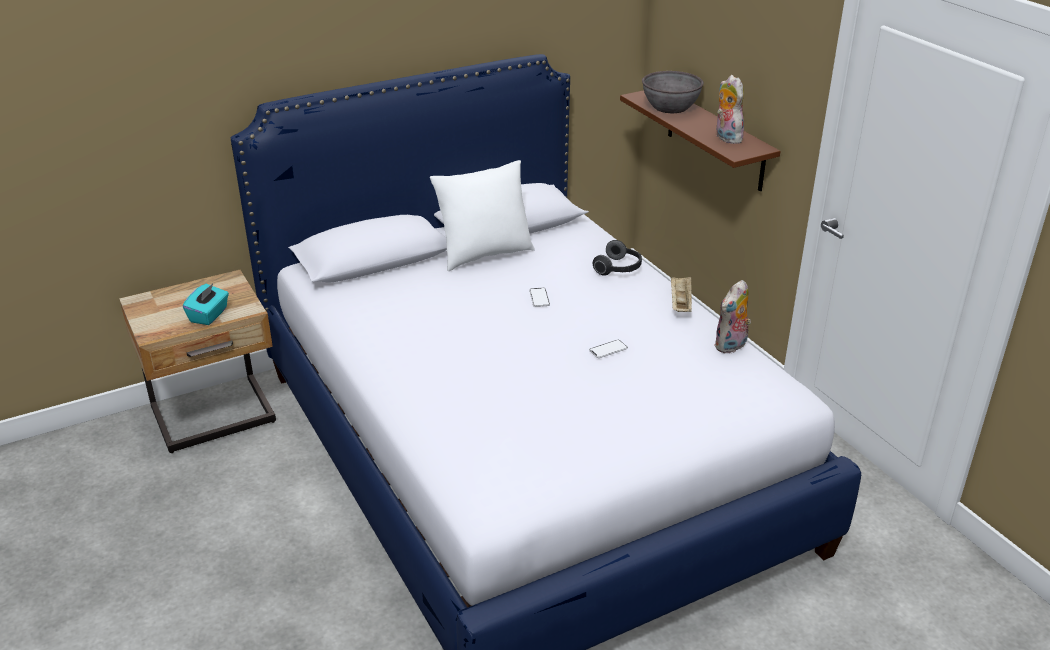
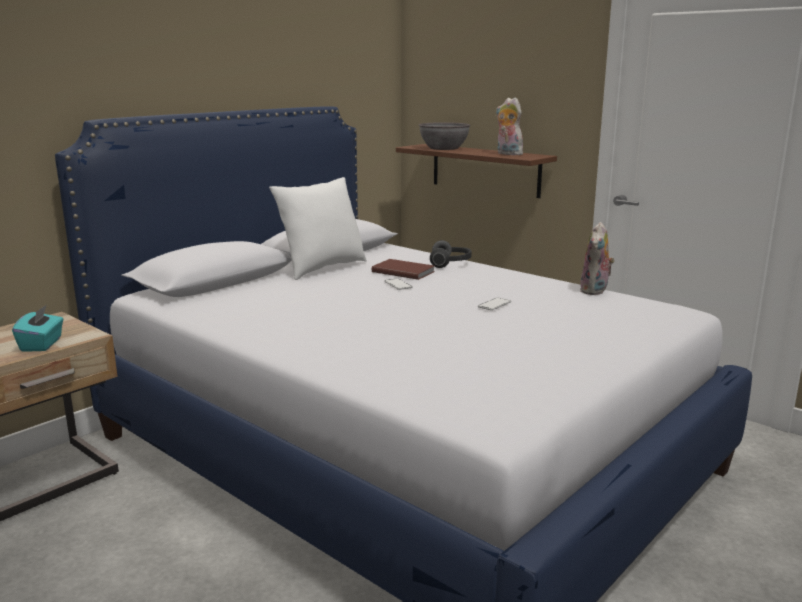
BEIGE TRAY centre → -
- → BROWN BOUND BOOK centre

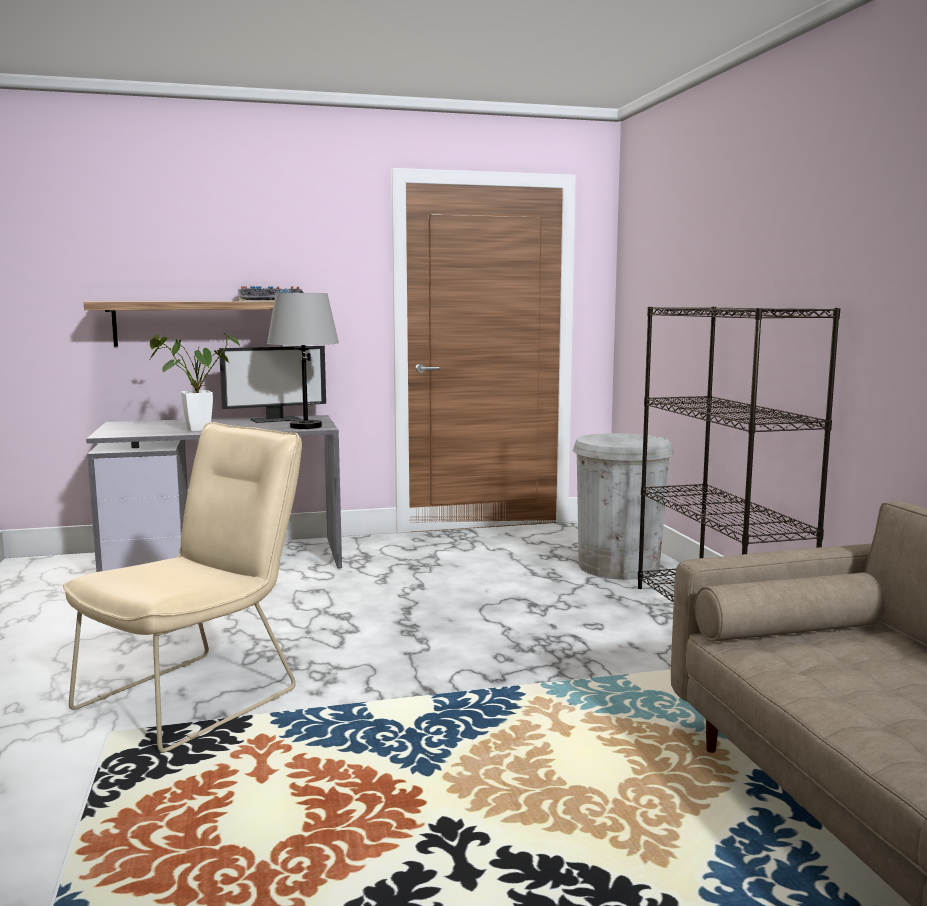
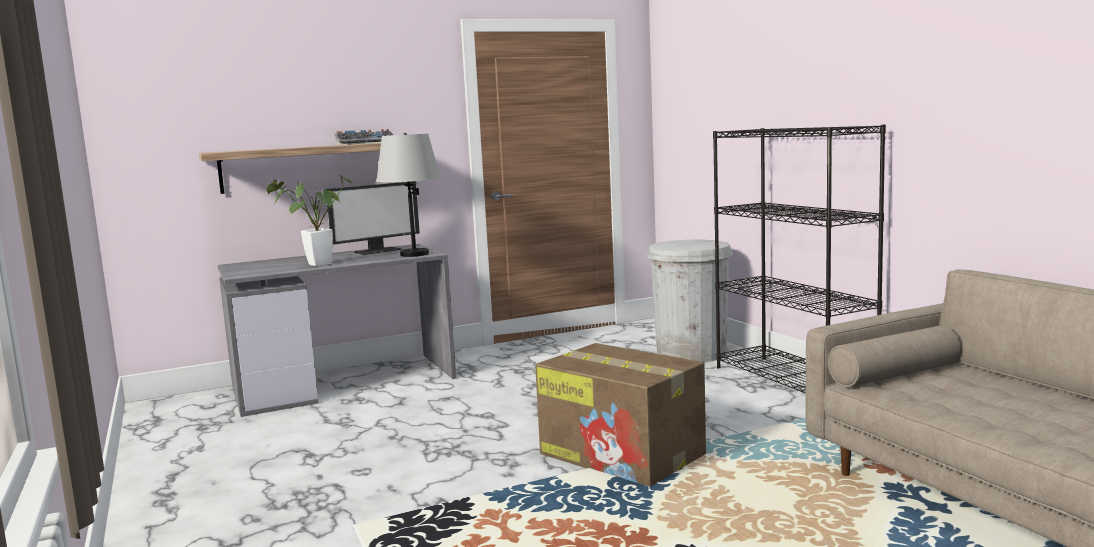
BEIGE PLAIN CHAIR middle left → -
- → PACKING BOX bottom centre

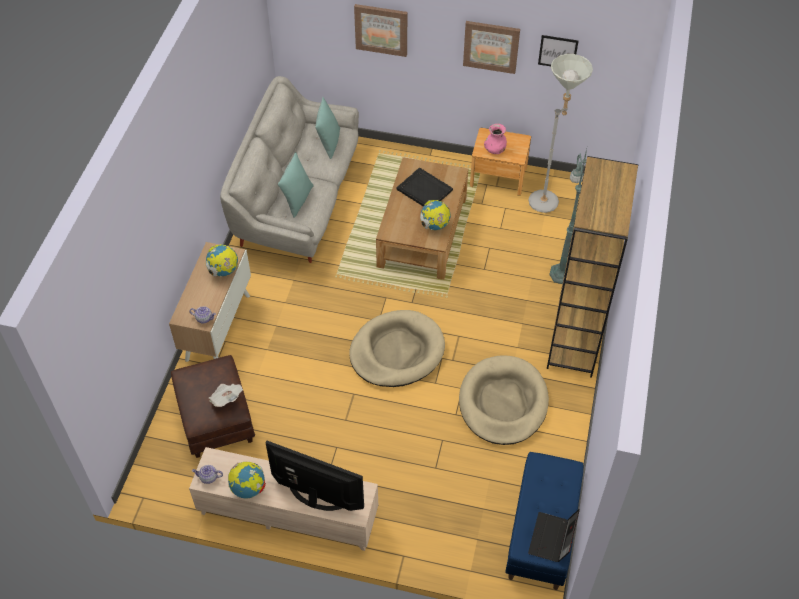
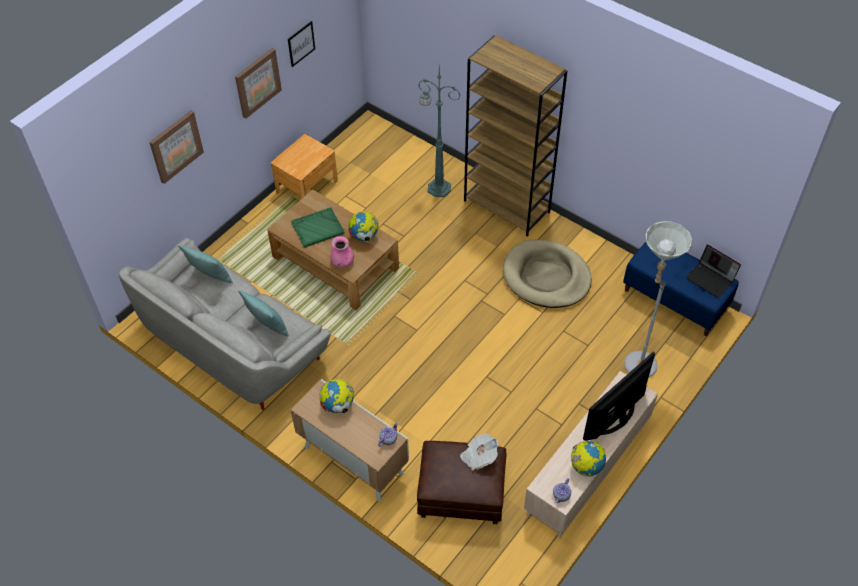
BEIGE PET BED (1st from left) centre → -
PINK-COLOURED FLOWER VASE top centre → PINK-COLOURED FLOWER VASE centre, move
GREY STANDING LAMP top right → GREY STANDING LAMP middle right, move
BLACKISH TRAY top centre → GREEN TRAY centre

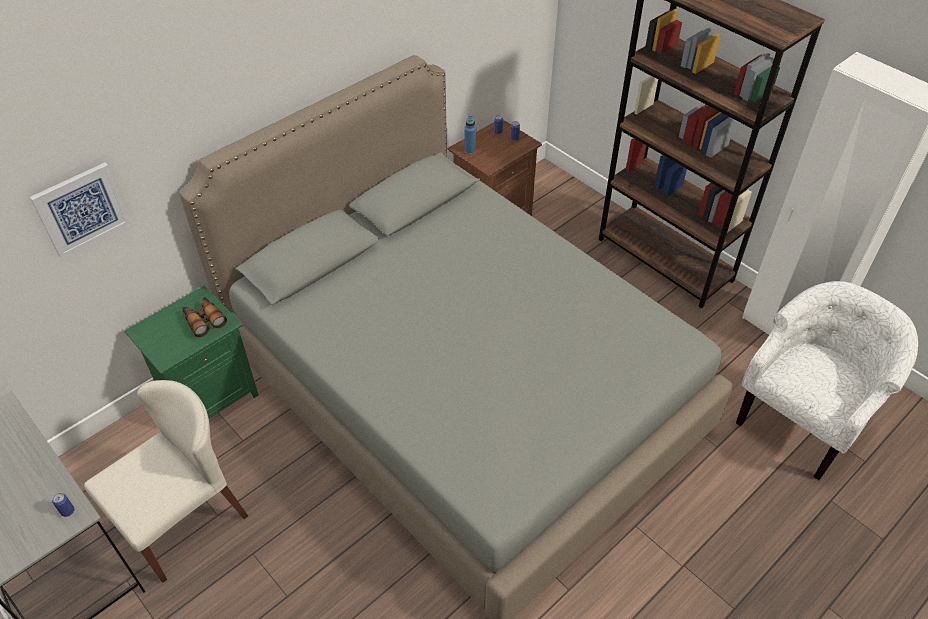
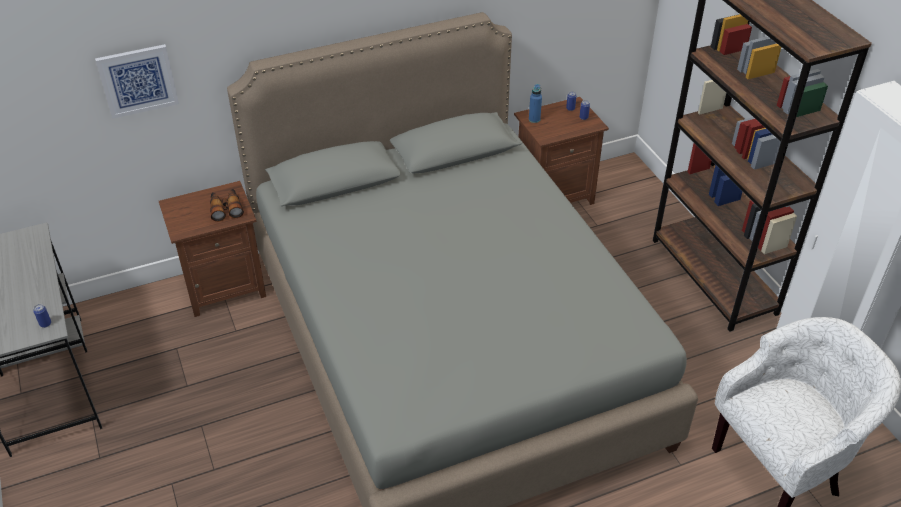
BEIGE PLAIN CHAIR bottom left → -
GREEN BEDSIDE TABLE middle left → BROWN BEDSIDE TABLE (1st from left) middle left

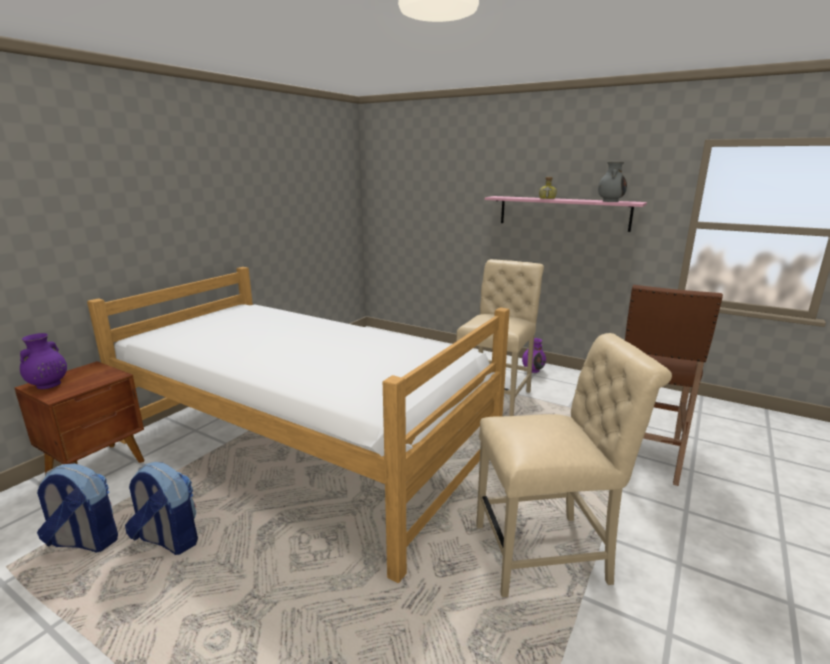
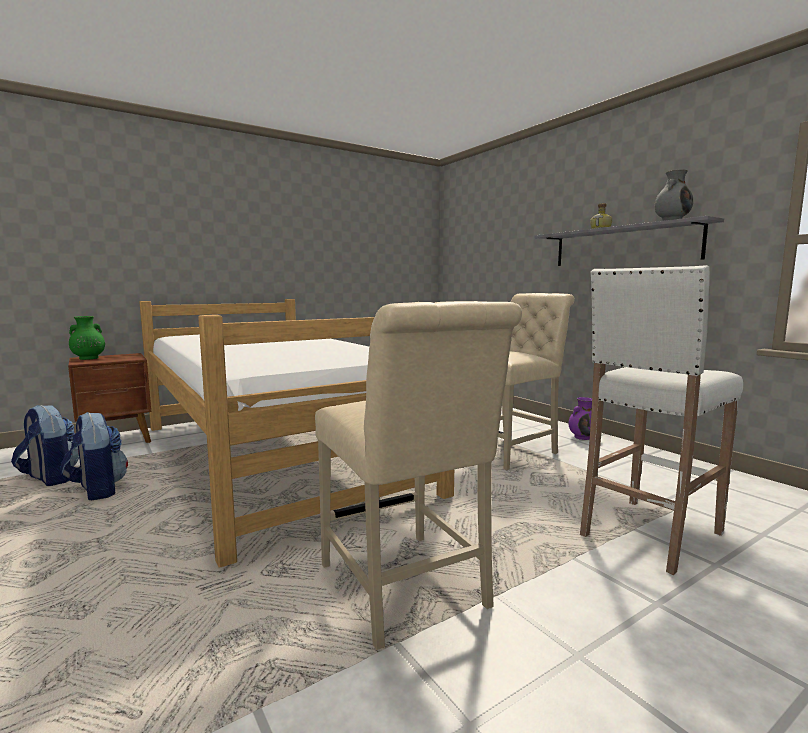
PURPLE FLOWER VASE (1st from left) middle left → GREEN FLOWER VASE middle left
PINK-COLOURED BRACKET SHELF top right → GREY BRACKET SHELF top right
BROWN STOOL middle right → WHITE STOOL middle right
BEIGE PLAIN CHAIR (2nd from left in the first image) bottom right → BEIGE PLAIN CHAIR (1st from left) centre, 45 degrees clockwise

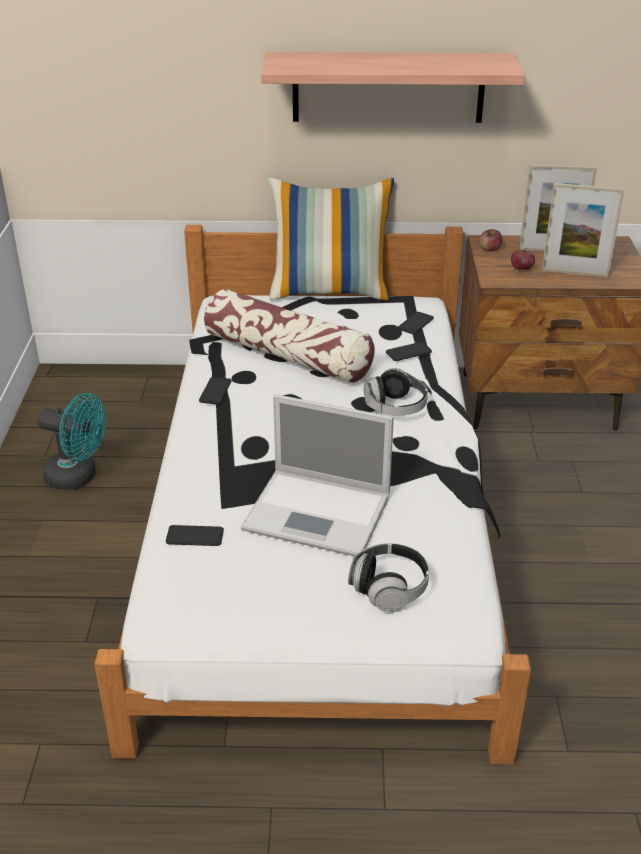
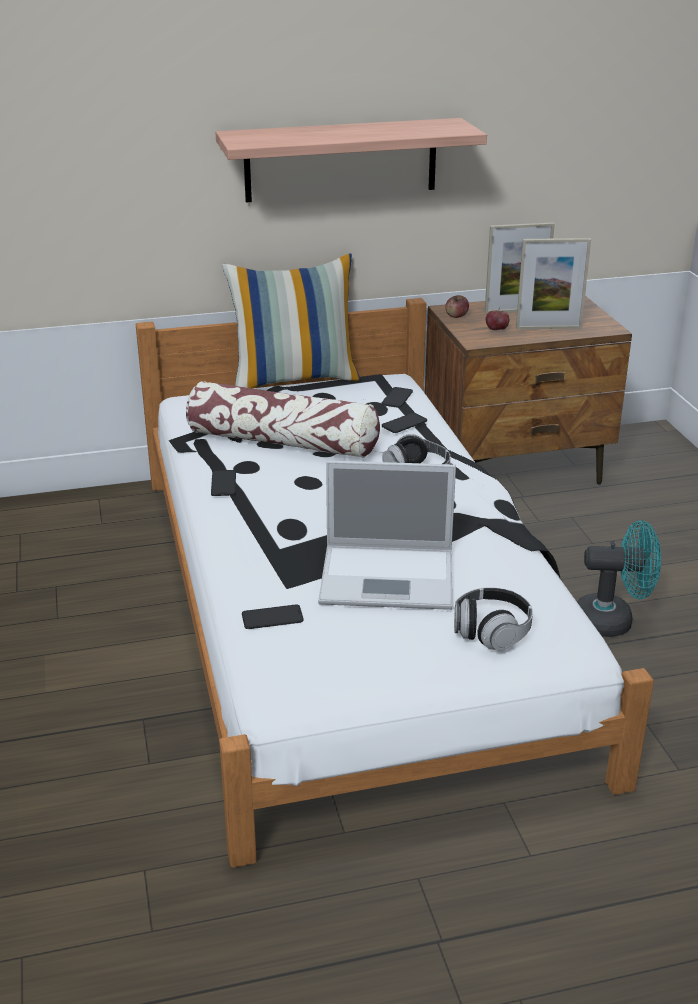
BLUE-GREEN COOLING FAN middle left → BLUE-GREEN COOLING FAN middle right, move

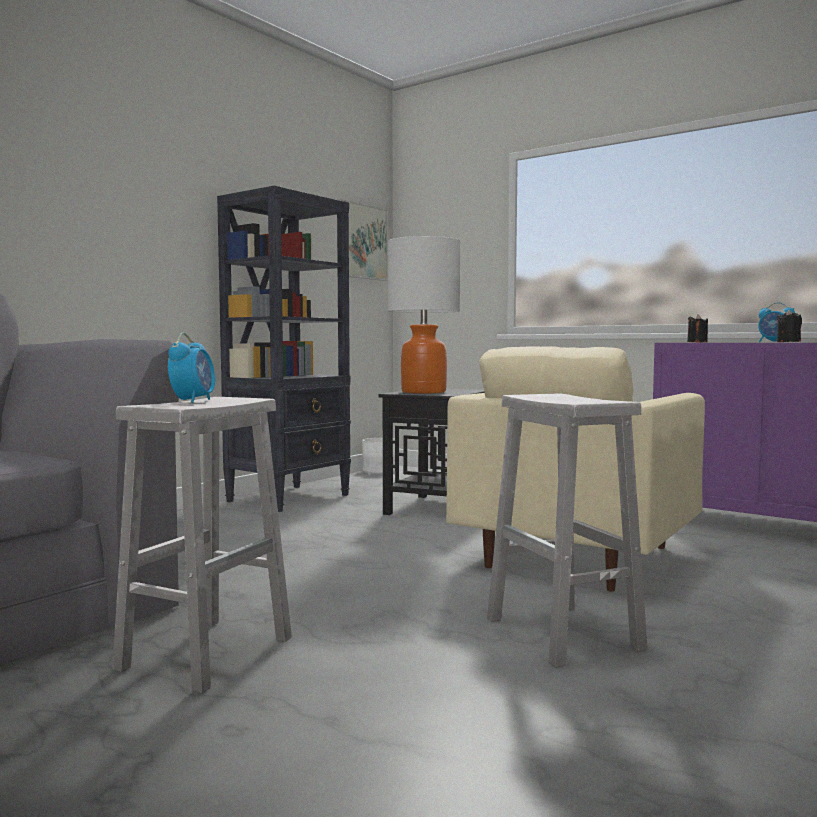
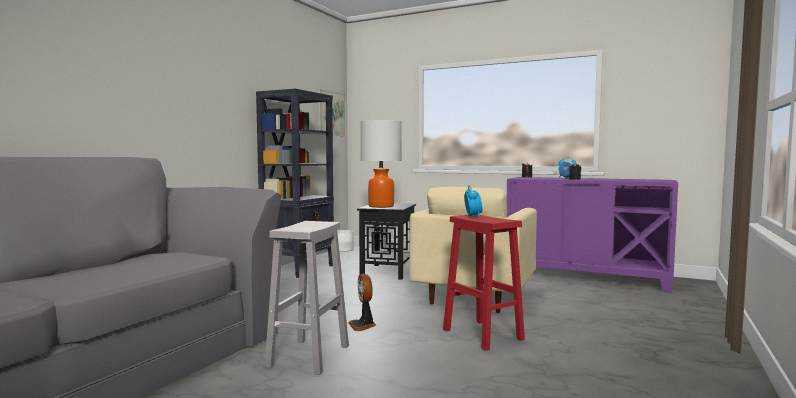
- → COOLING FAN bottom centre
ALARM CLOCK (1st from left) middle left → ALARM CLOCK (1st from left) centre, move
WHITE STOOL (2nd from left) middle right → REDDISH STOOL bottom centre

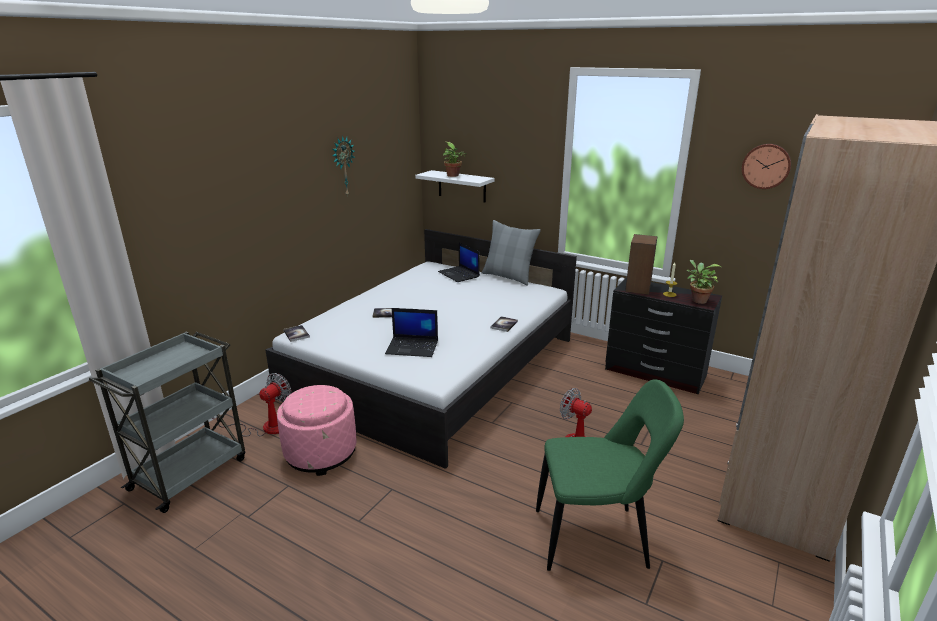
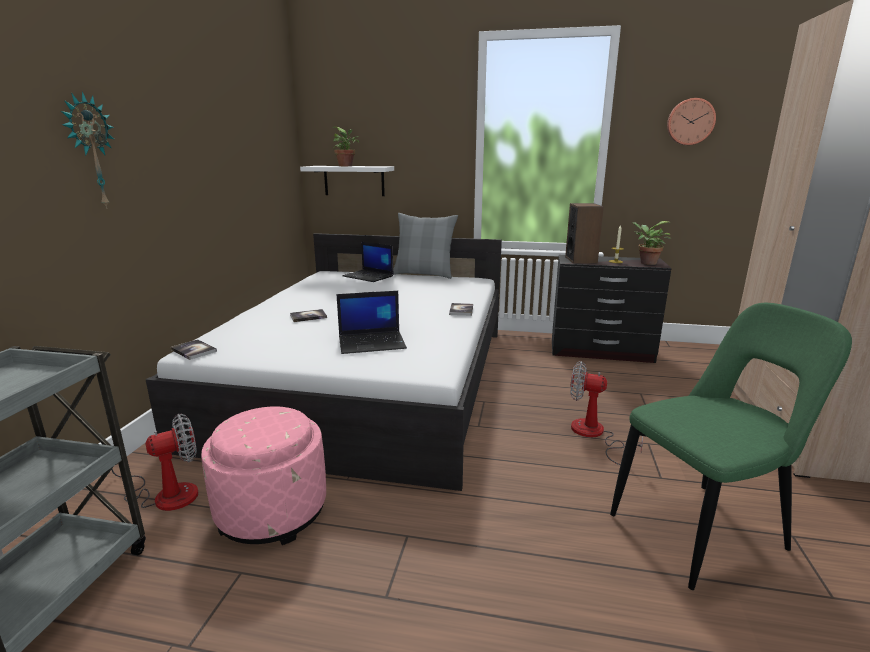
WALL CLOCK (1st from left) top centre → WALL CLOCK (1st from left) top left, move
COOLING FAN (1st from left) middle left → COOLING FAN (1st from left) bottom left, 45 degrees clockwise

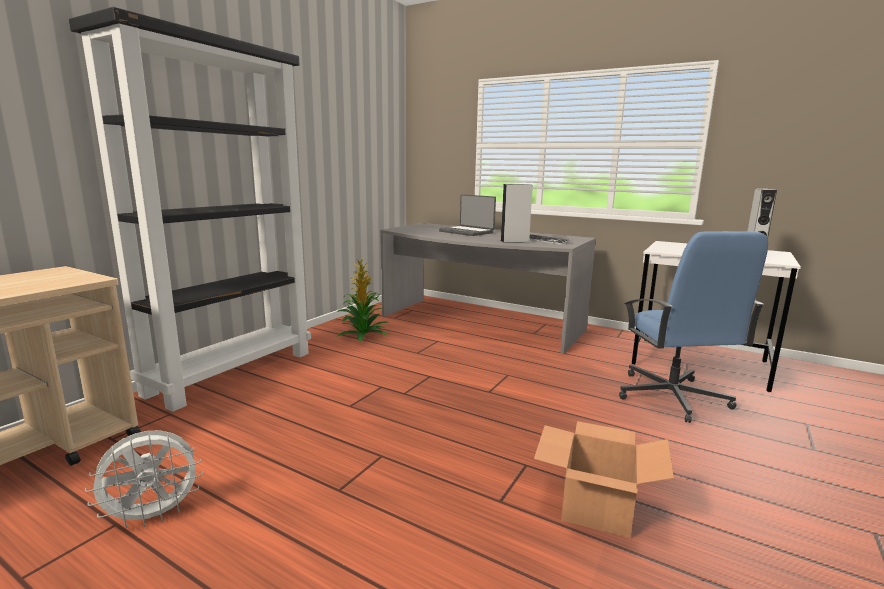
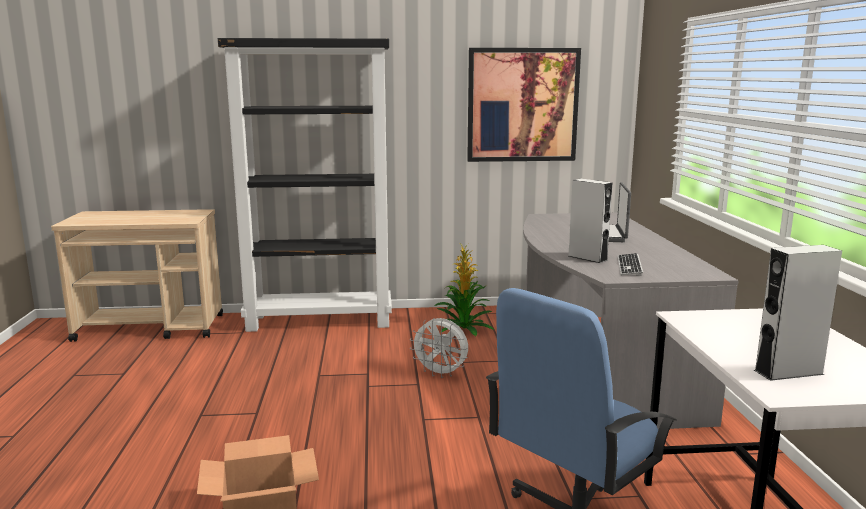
- → WALL ART top centre
WHITE COOLING FAN bottom left → WHITE COOLING FAN bottom centre, move

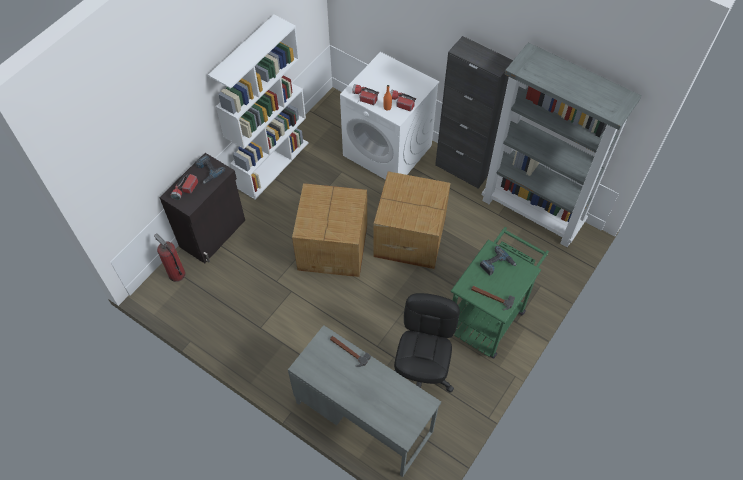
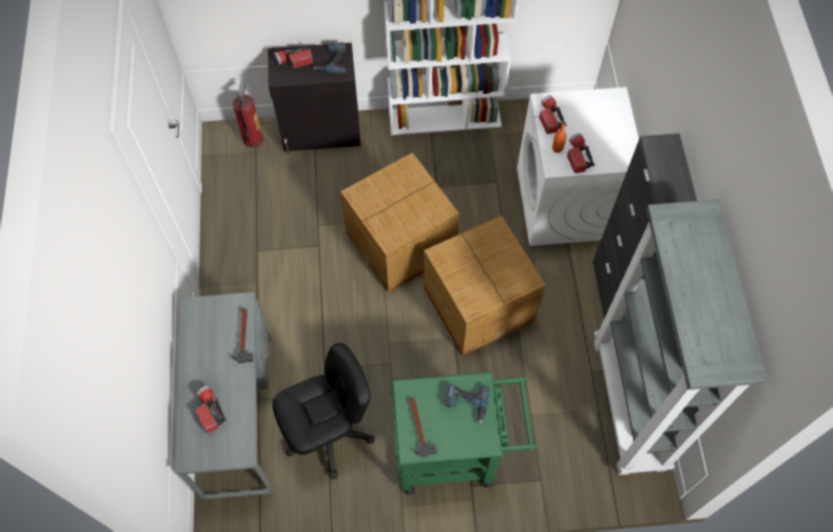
- → HAND TORCH (1st from left) bottom left

